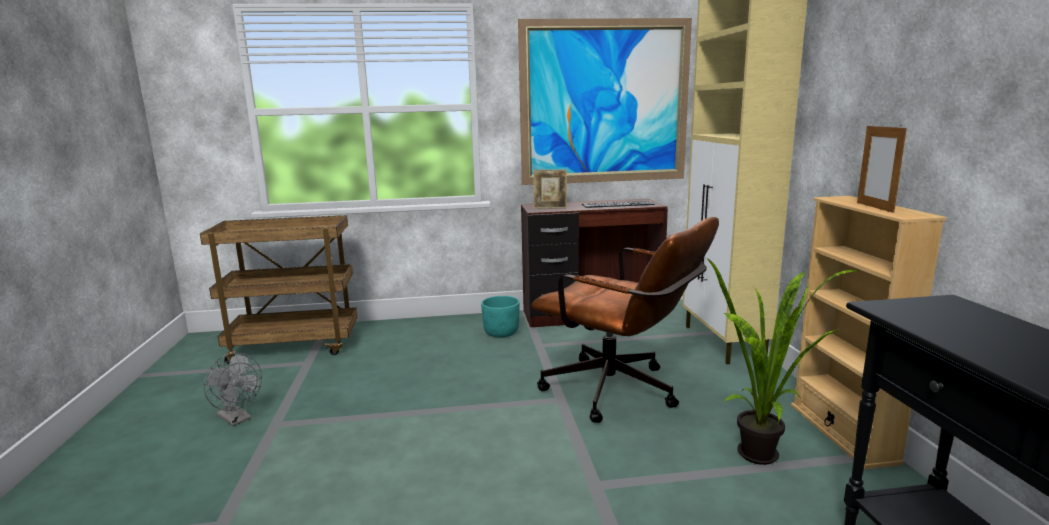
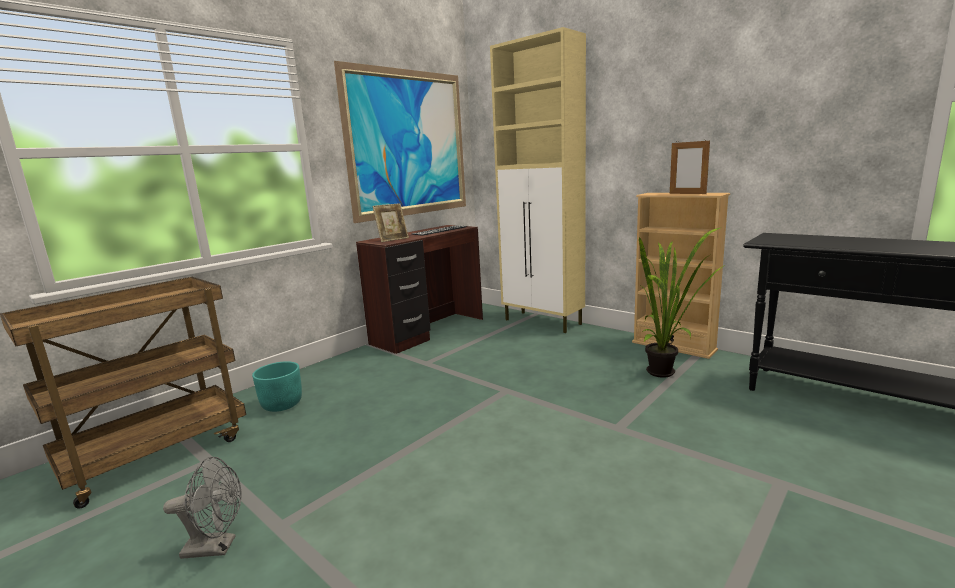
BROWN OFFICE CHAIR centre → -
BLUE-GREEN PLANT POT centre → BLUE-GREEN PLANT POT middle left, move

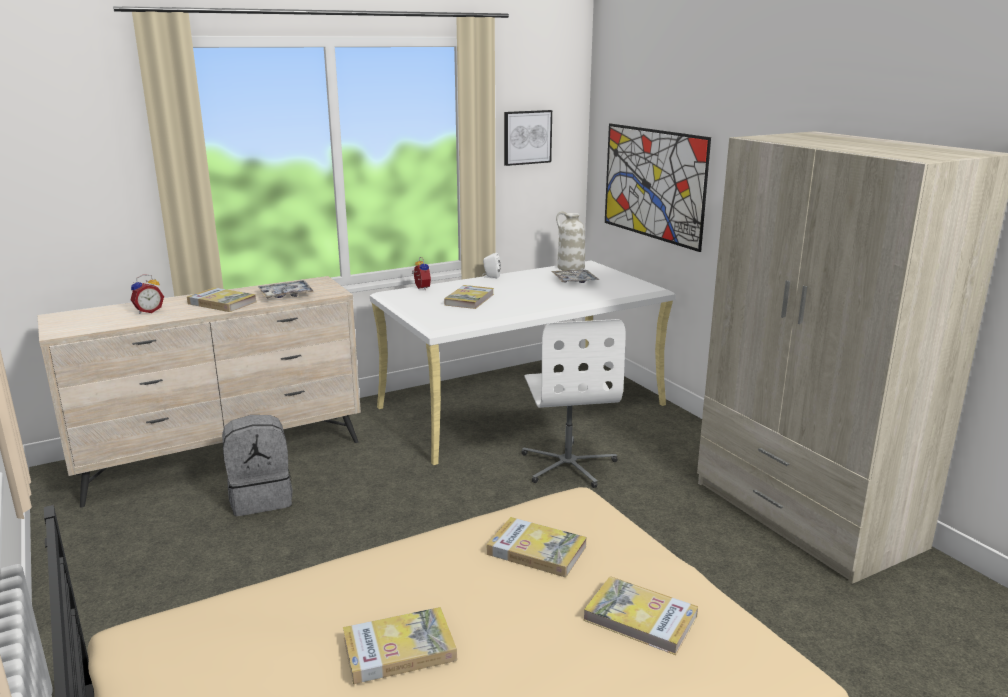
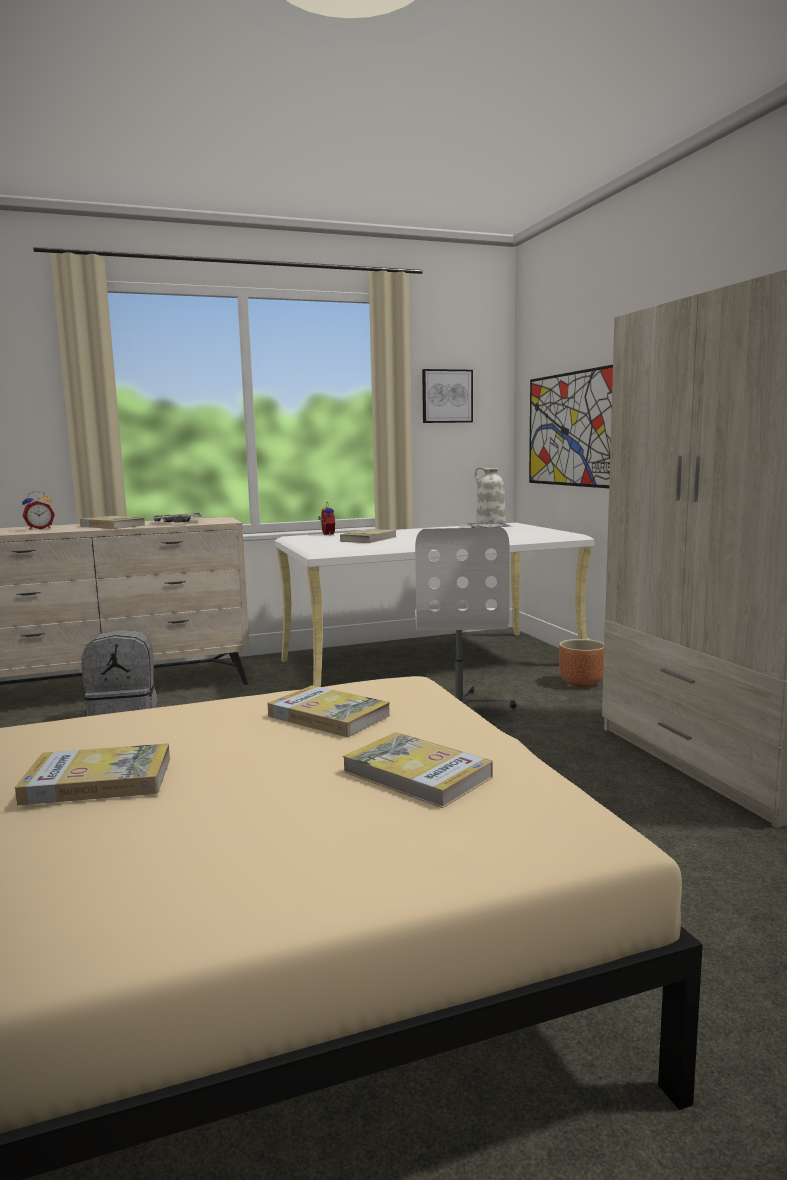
WHITE SPEAKER centre → -
- → BROWN PLANT POT middle right

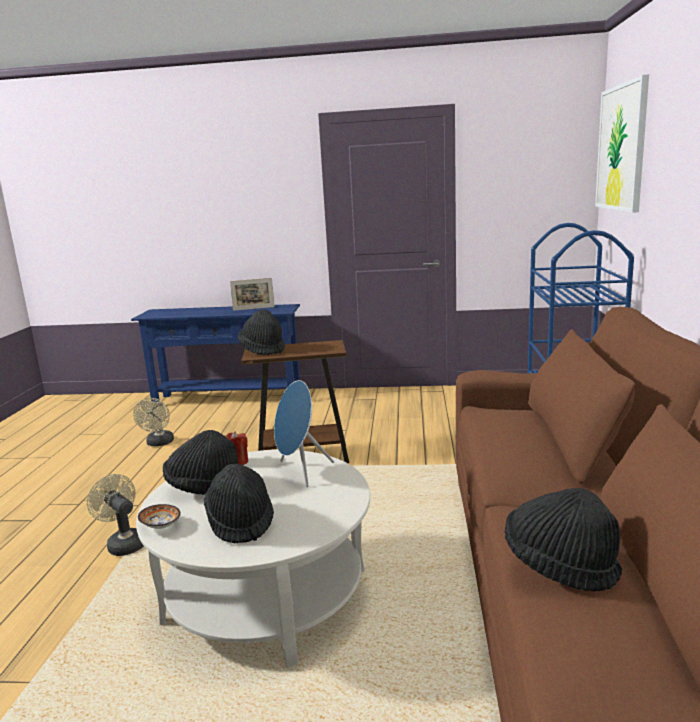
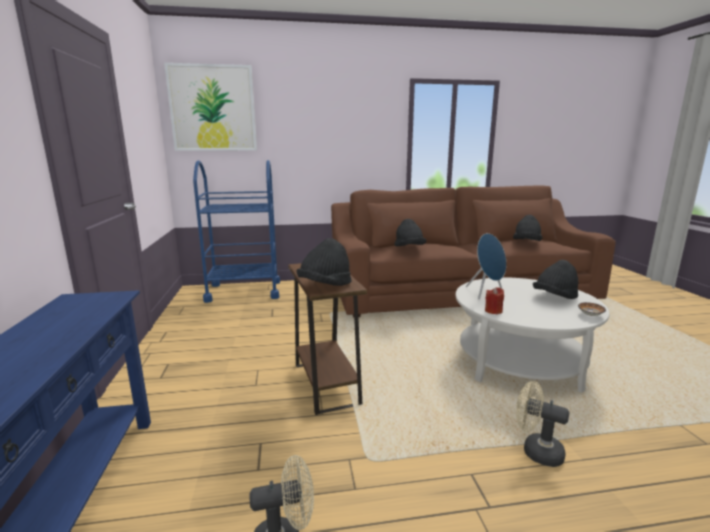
PICTURE FRAME centre → -
BLACKISH HAT (1st from left in the first image) middle left → BLACKISH HAT (2nd from left) centre, move
BEIGE COOLING FAN (1st from left in the first image) bottom left → BEIGE COOLING FAN (2nd from left) bottom right, 90 degrees clockwise

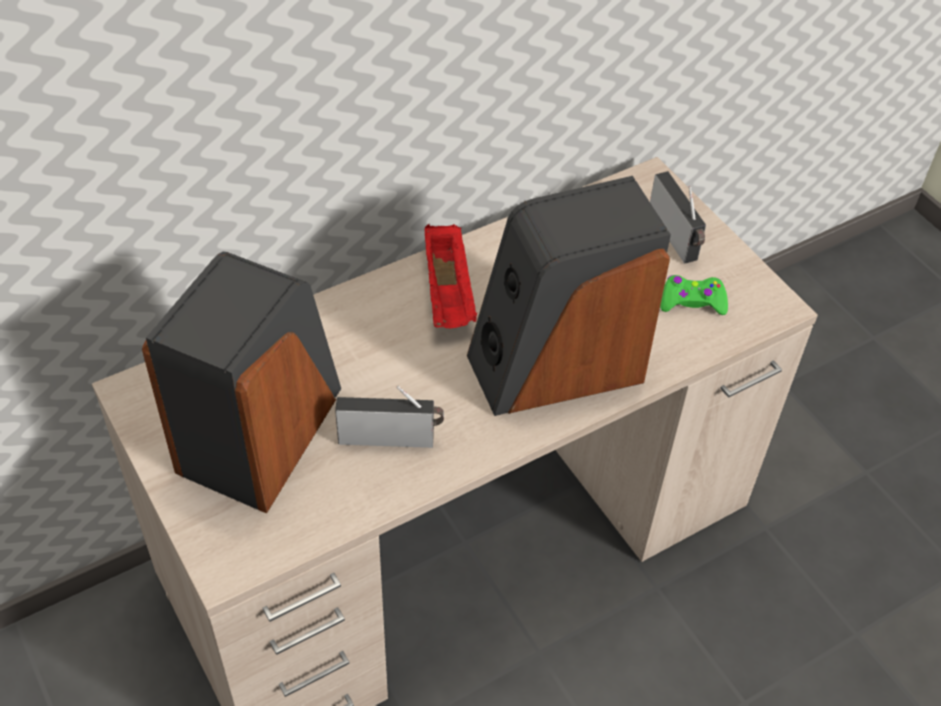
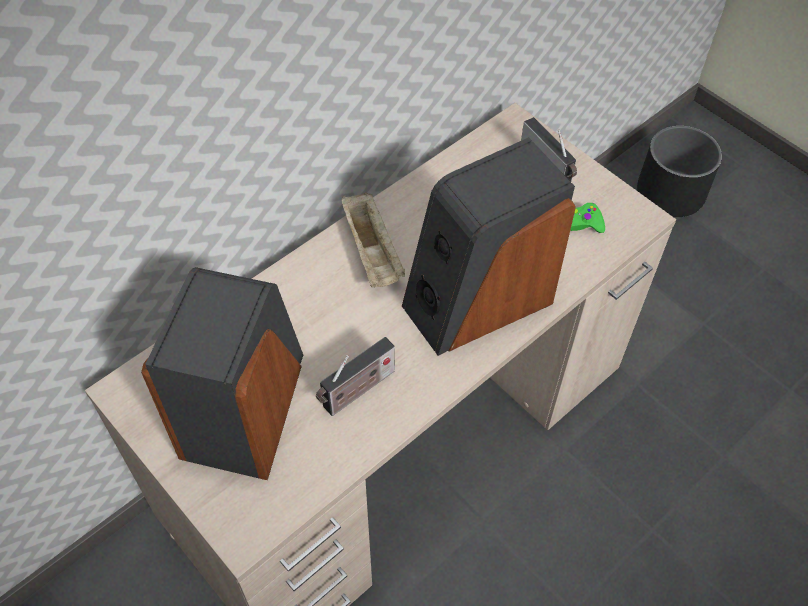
- → BLACKISH PLANT POT top right
REDDISH TRAY centre → BEIGE TRAY centre
RADIO (1st from left) centre, 150 degrees clockwise

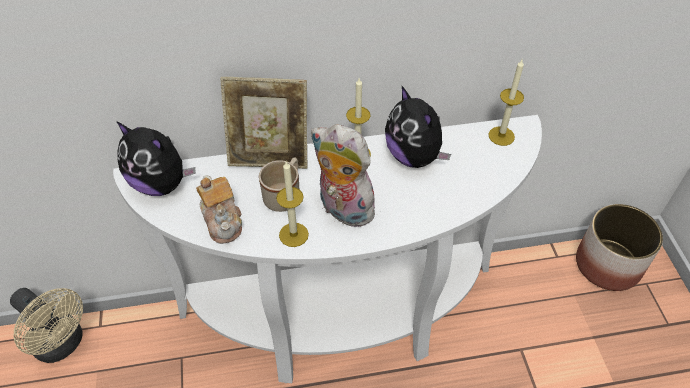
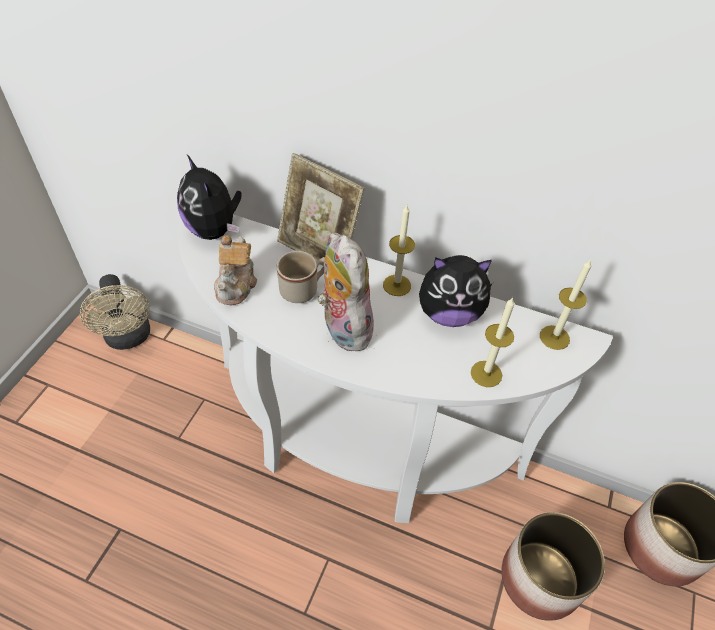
- → PLANT POT (1st from left) bottom right
WAX CANDLE (1st from left in the first image) centre → WAX CANDLE (2nd from left) middle right, move
SOFT TOY (3rd from left) top centre → SOFT TOY (3rd from left) centre, 90 degrees counterclockwise

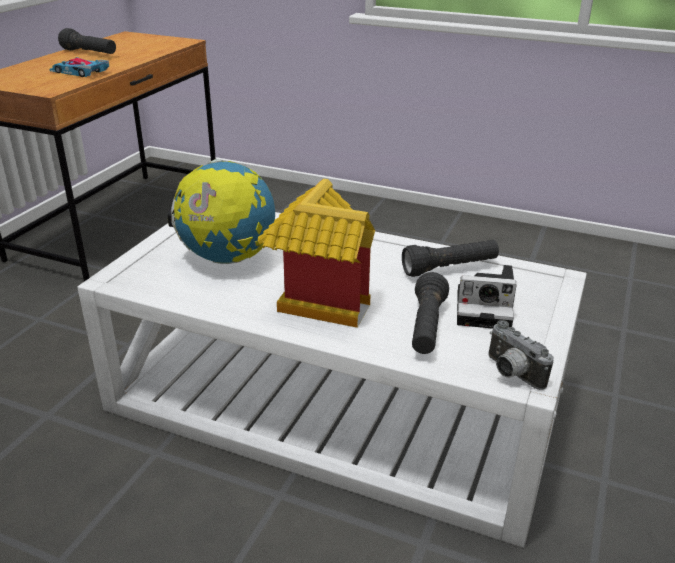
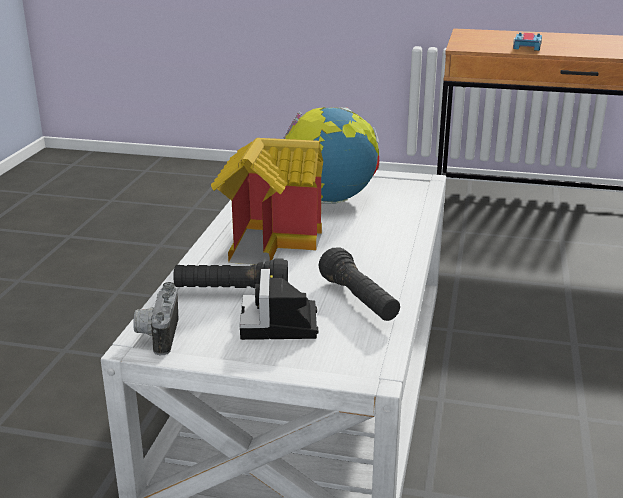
BLACKISH HAND TORCH (1st from left) top left → -
PHOTO CAMERA (2nd from left in the first image) middle right → PHOTO CAMERA (1st from left) middle left, 45 degrees counterclockwise

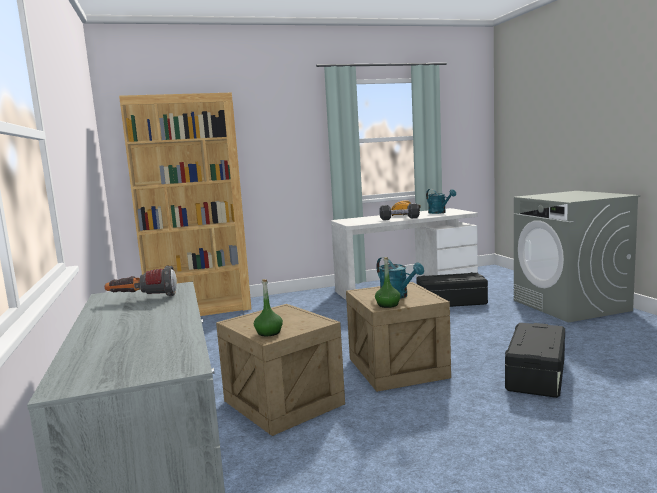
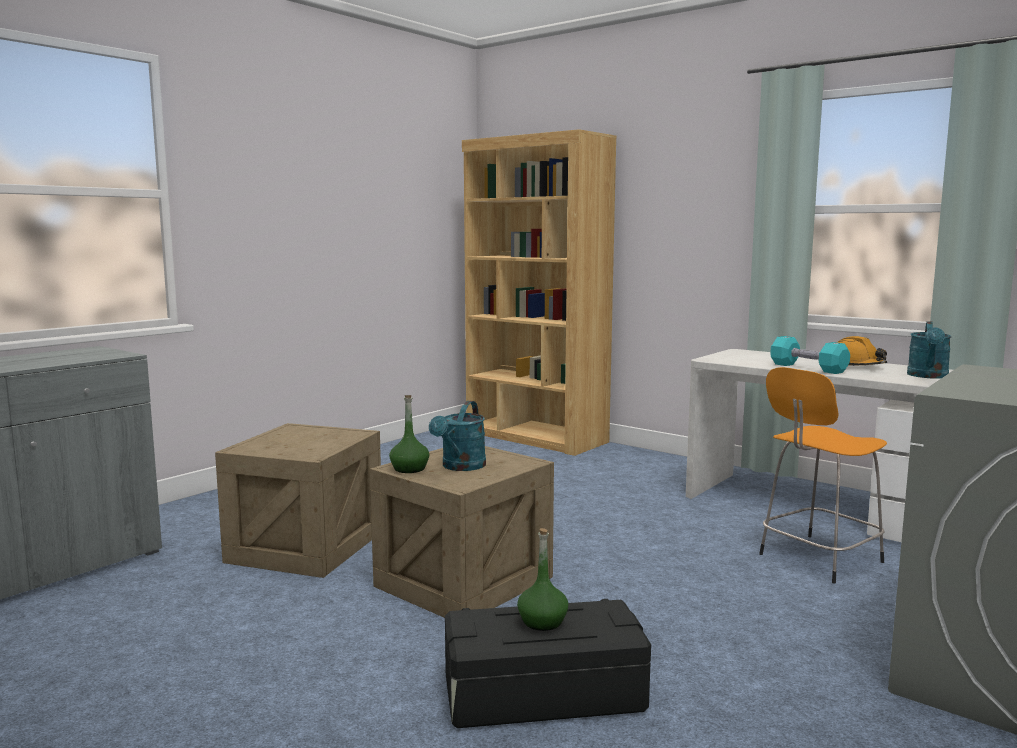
HAND TORCH middle left → -
GREEN BEVERAGE BOTTLE (1st from left in the first image) centre → GREEN BEVERAGE BOTTLE (2nd from left) bottom centre, move
BLACKISH STORAGE BIN (1st from left) middle right → ORANGEY STOOL middle right
BLACKISH HAND WEIGHT centre → BLUE-GREEN HAND WEIGHT middle right

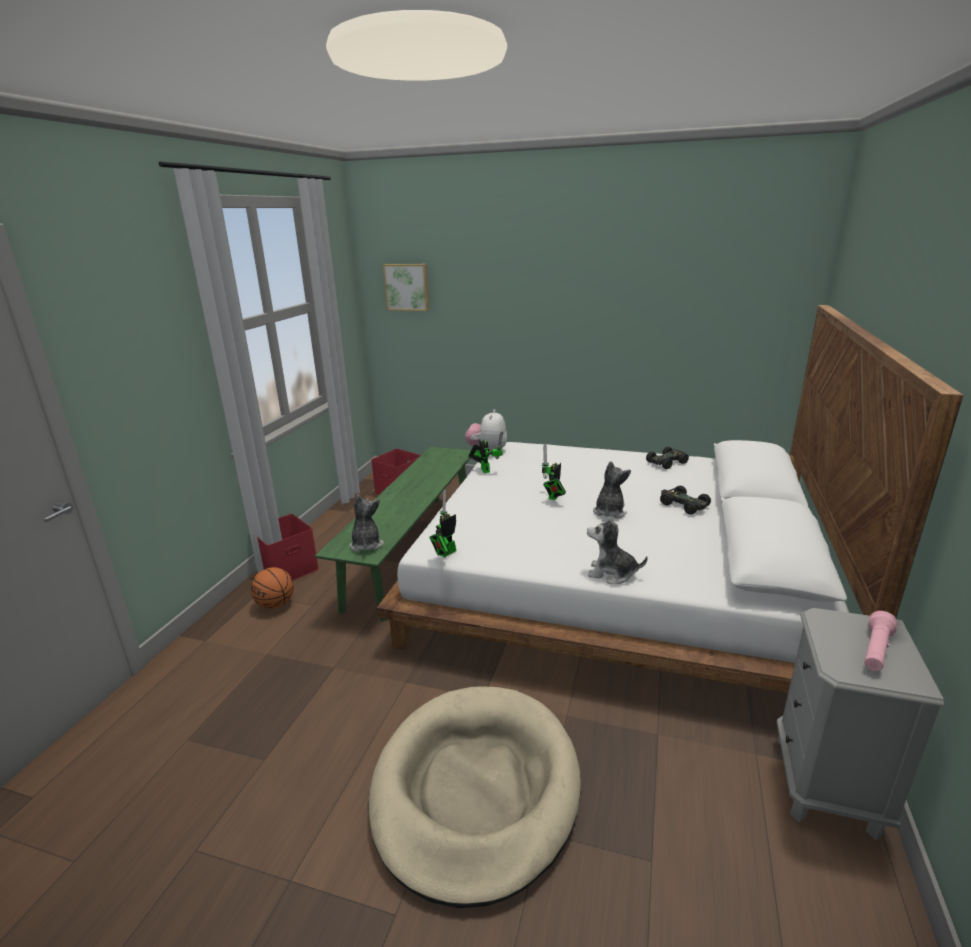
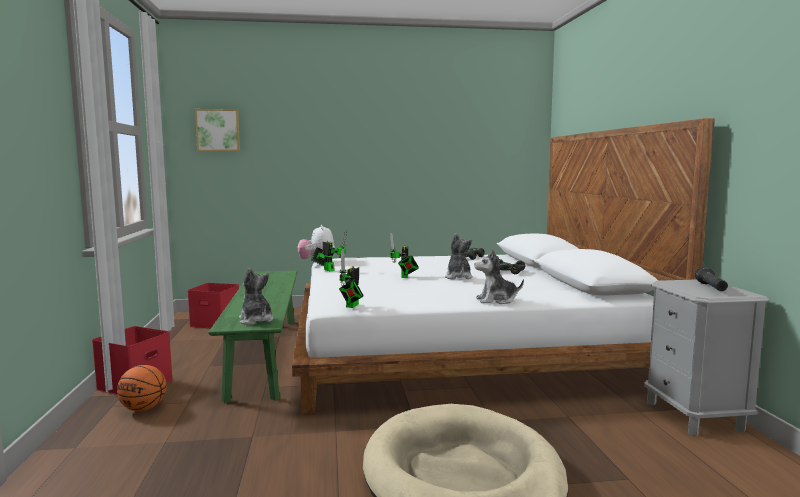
PINK-COLOURED HAND TORCH bottom right → BLACKISH HAND TORCH middle right

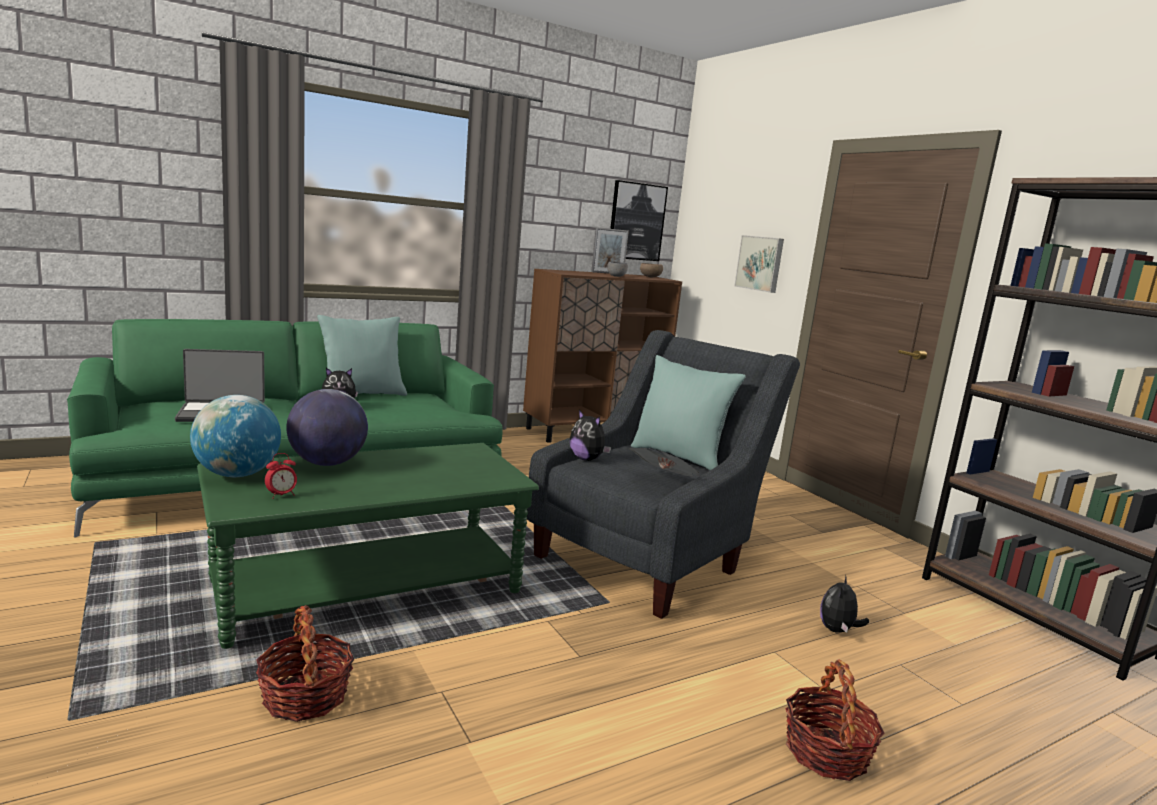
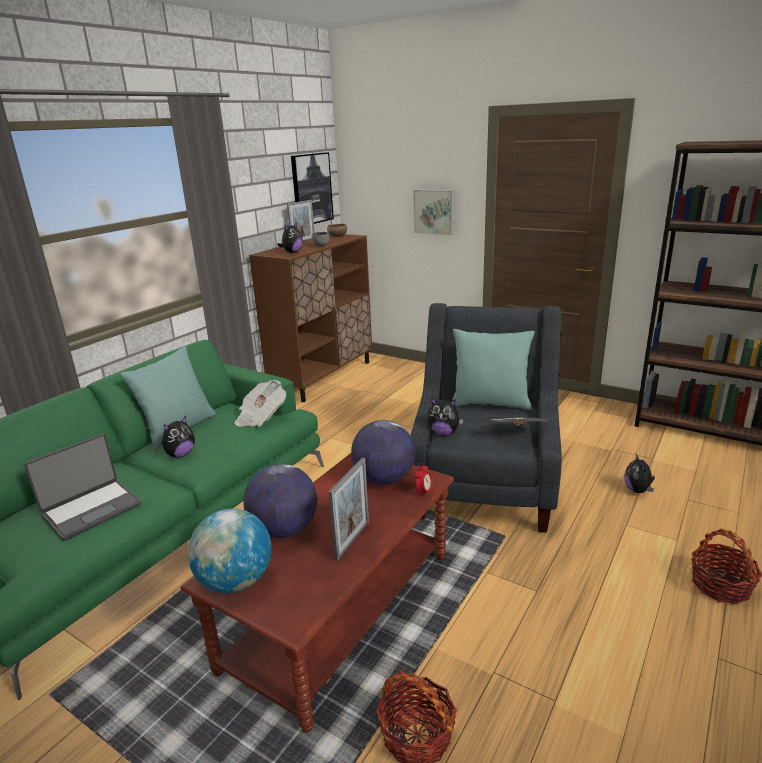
- → PRINTED PAPER (1st from left) centre
- → SOFT TOY (2nd from left) top centre
- → PICTURE FRAME (2nd from left) bottom centre
- → DESK GLOBE (3rd from left) centre
ALARM CLOCK middle left → ALARM CLOCK centre, move
GREEN LOUNGE TABLE bottom left → BROWN LOUNGE TABLE bottom centre

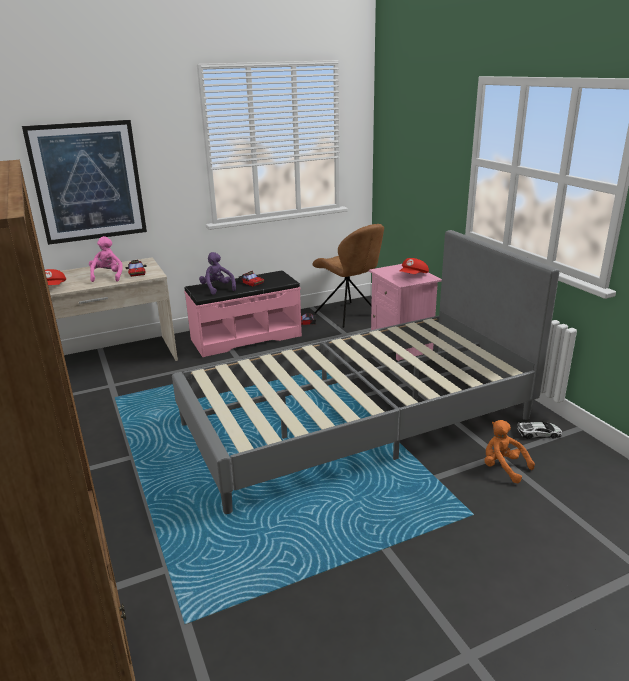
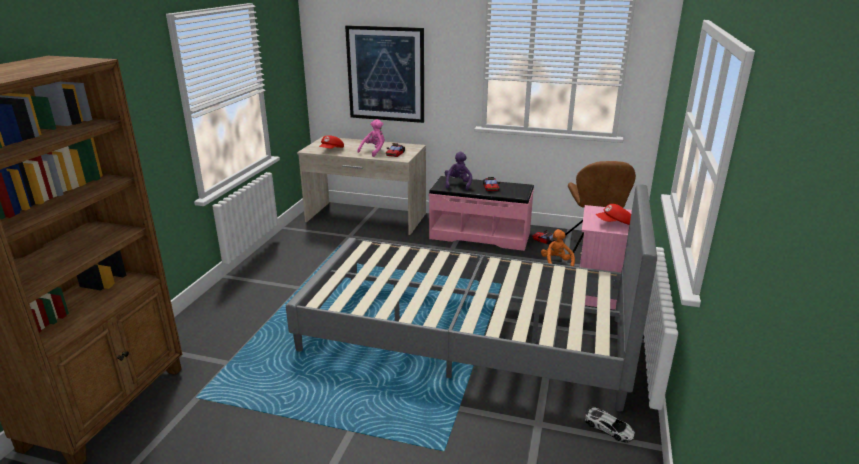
ORANGEY SOFT TOY middle right → ORANGEY SOFT TOY centre, move

